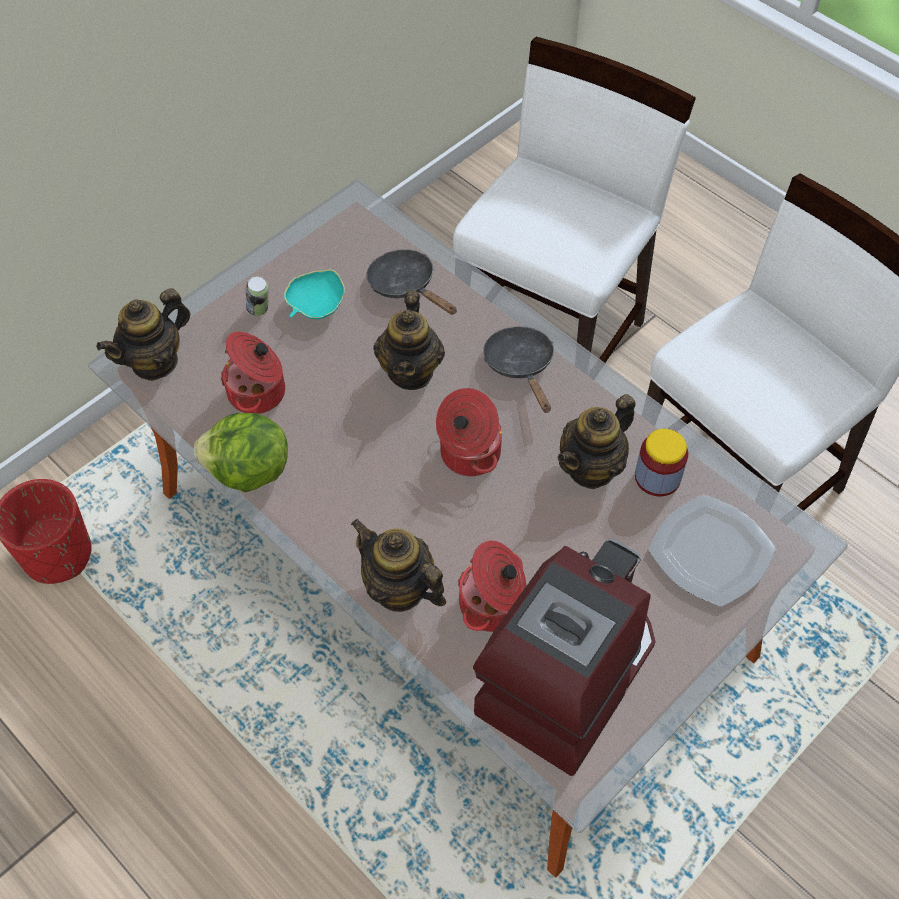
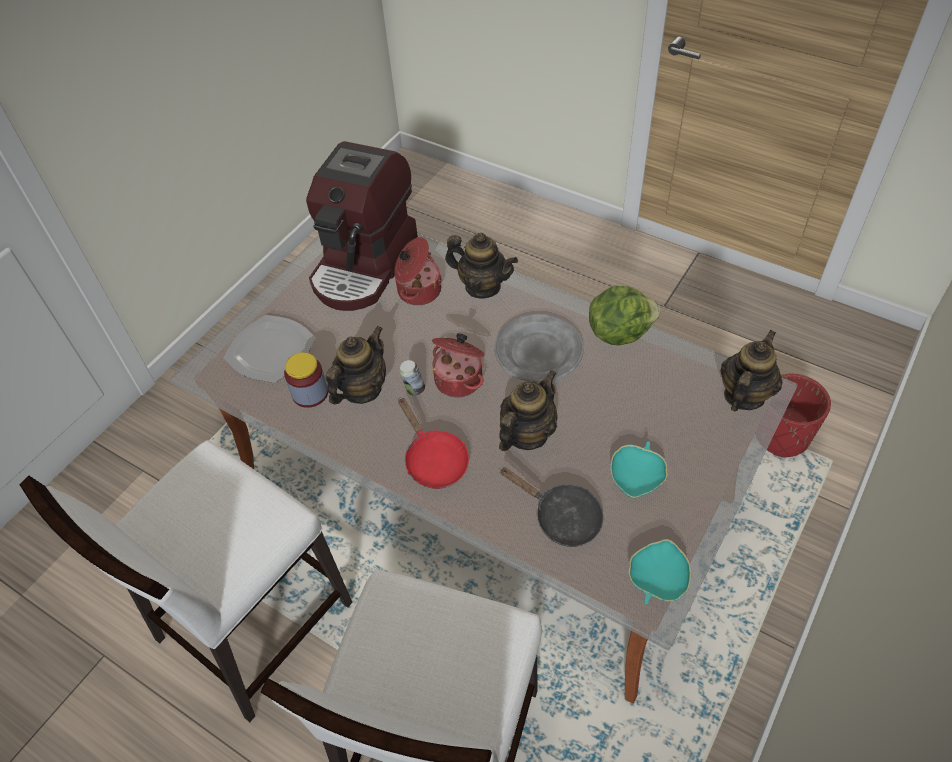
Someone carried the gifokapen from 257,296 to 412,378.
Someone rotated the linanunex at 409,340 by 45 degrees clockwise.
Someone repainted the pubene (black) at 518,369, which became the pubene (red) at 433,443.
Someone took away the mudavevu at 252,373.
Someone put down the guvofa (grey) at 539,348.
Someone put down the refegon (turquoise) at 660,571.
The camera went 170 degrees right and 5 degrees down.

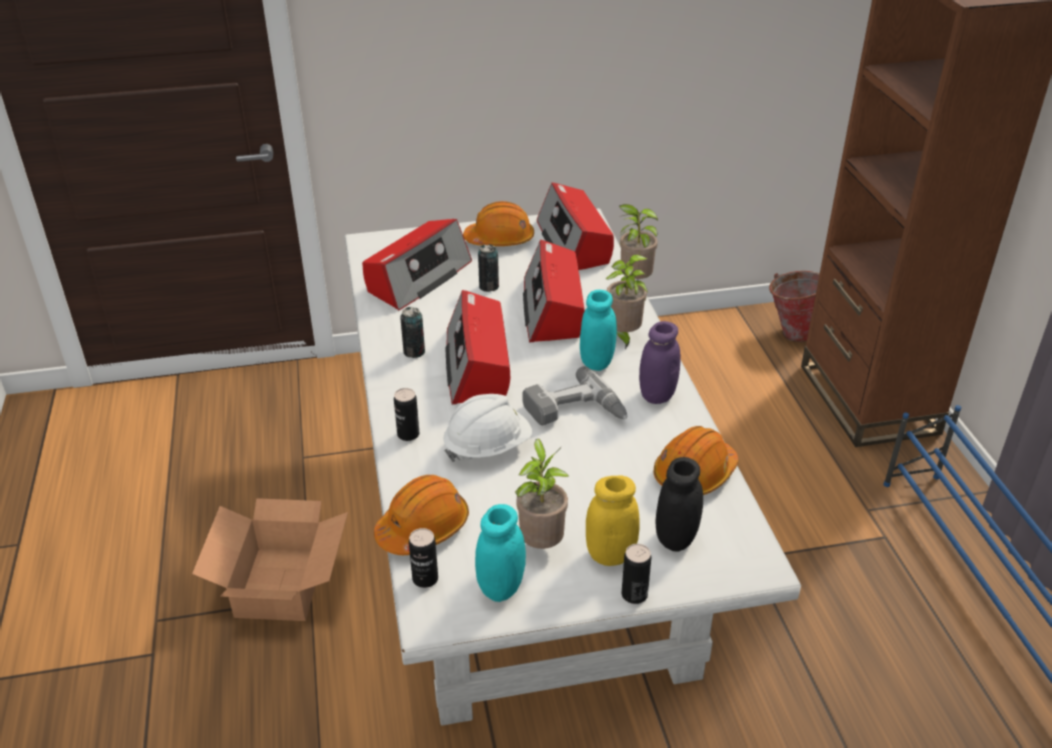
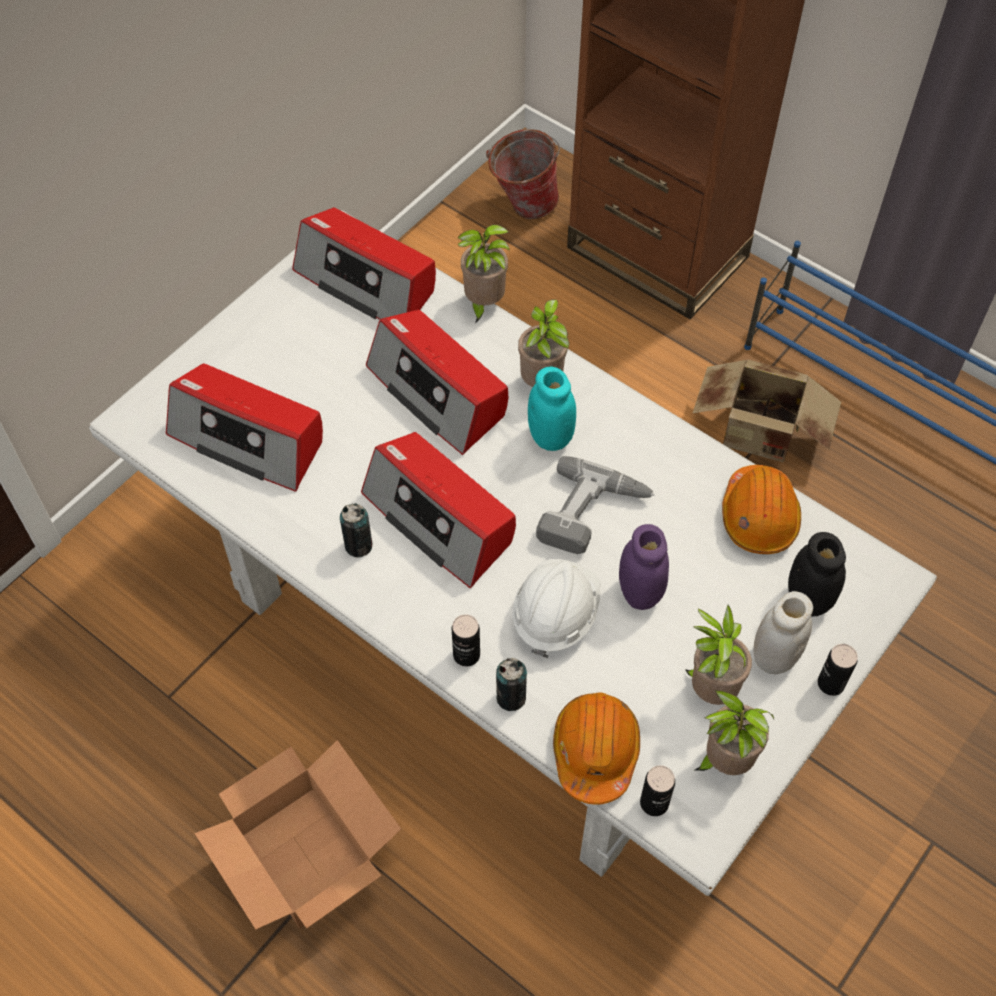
Someone took away the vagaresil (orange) at 498,223.
Someone rotated the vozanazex at 417,264 by 120 degrees clockwise.
Someone carried the gifokapen from 488,268 to 511,684.
Someone carried the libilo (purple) from 660,362 to 644,567.
Someone repainted the libilo (yellow) at 612,520, which became the libilo (white) at 783,632.
Someone swapped the libilo (turquoise) at 500,553 for the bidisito at 734,732.
Someone put down the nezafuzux at 767,410.
The camera went 40 degrees left and 20 degrees up.

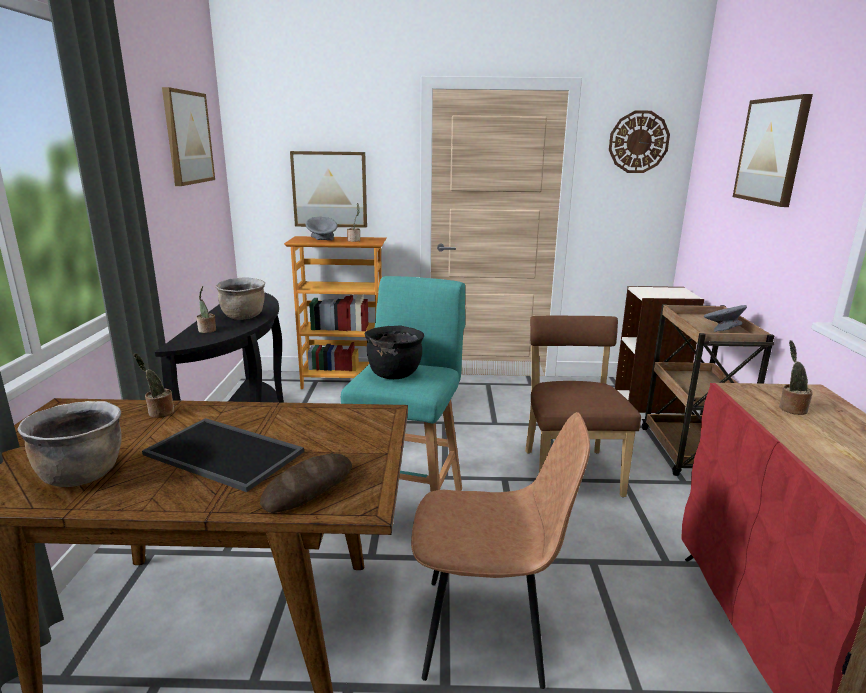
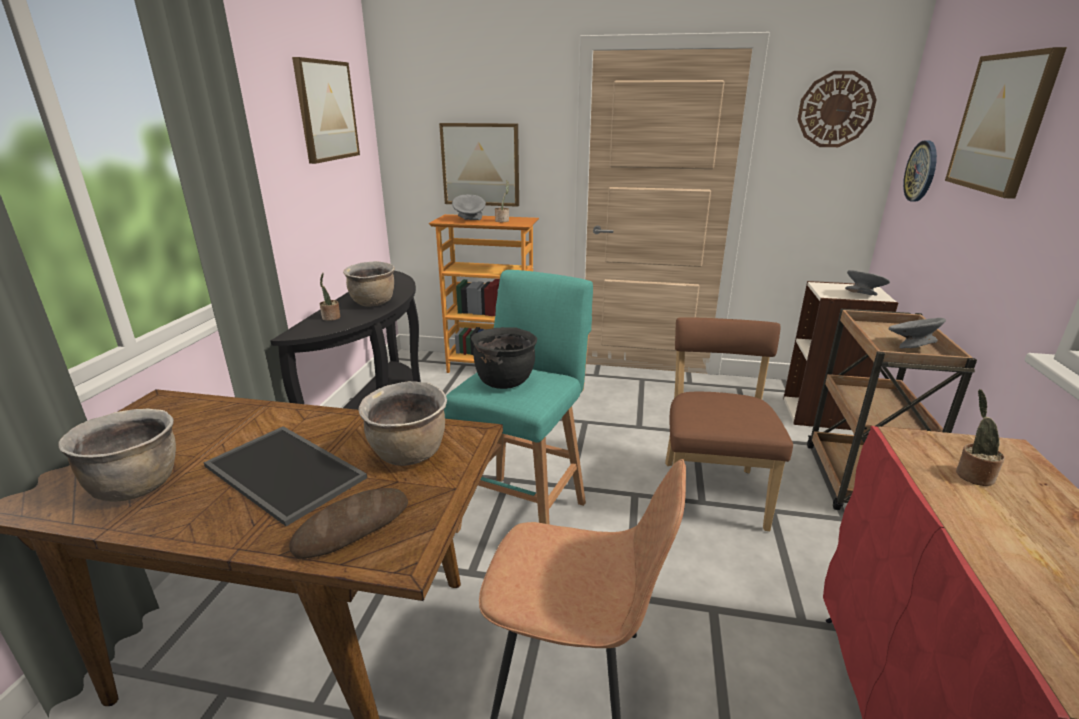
Someone took away the bidisito at 154,385.
Someone put up the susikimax at 920,171.
Someone put down the refegon (grey) at 867,283.
Someone put down the mudavevu (brown) at 403,423.
The camera went 10 degrees right and 5 degrees up.

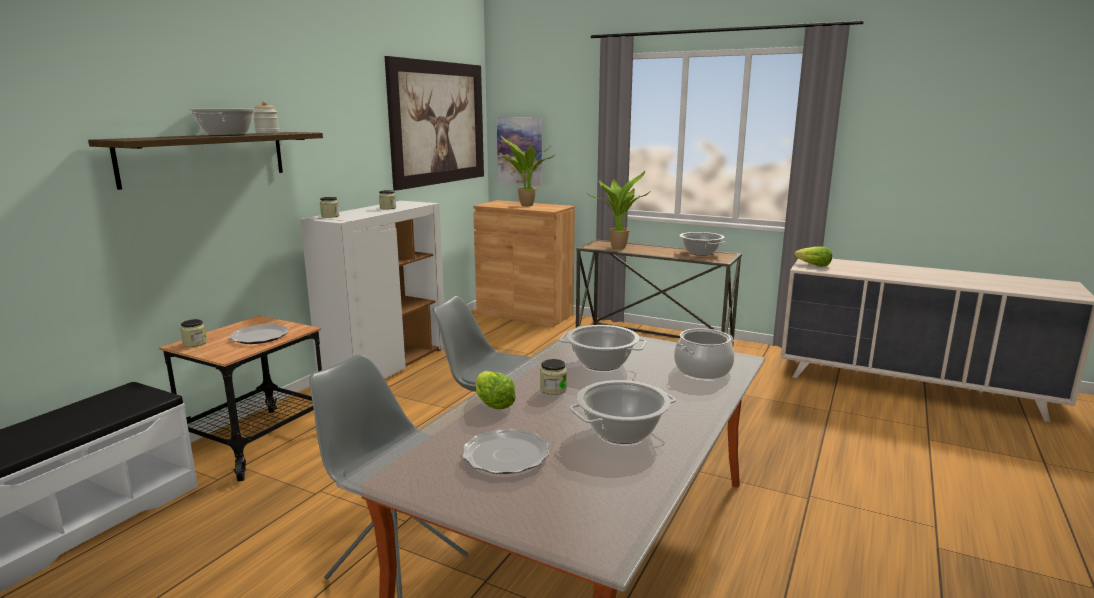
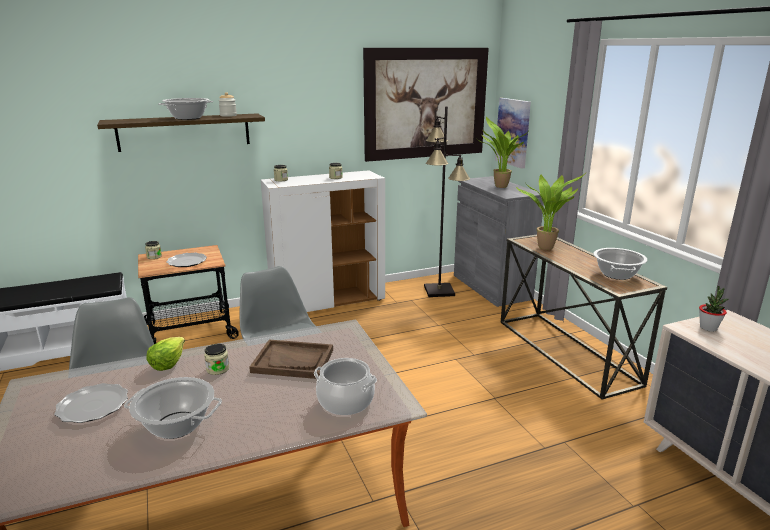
Someone repainted the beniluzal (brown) at 524,263, which became the beniluzal (grey) at 499,241.
Someone swapped the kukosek at 813,257 for the bidisito at 713,309.
Someone swapped the mudavevu at 603,348 for the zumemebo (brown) at 291,359.
Someone put down the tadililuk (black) at 447,201.
The camera went 40 degrees right and 5 degrees up.

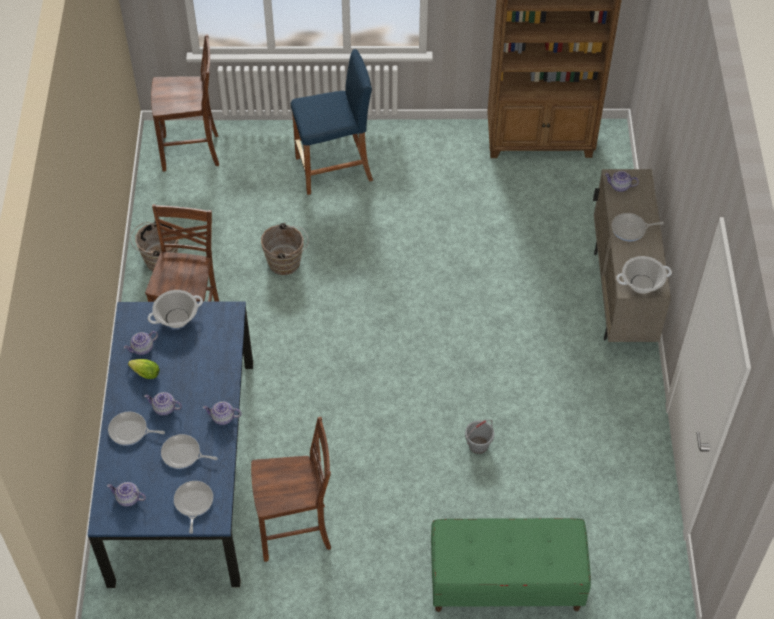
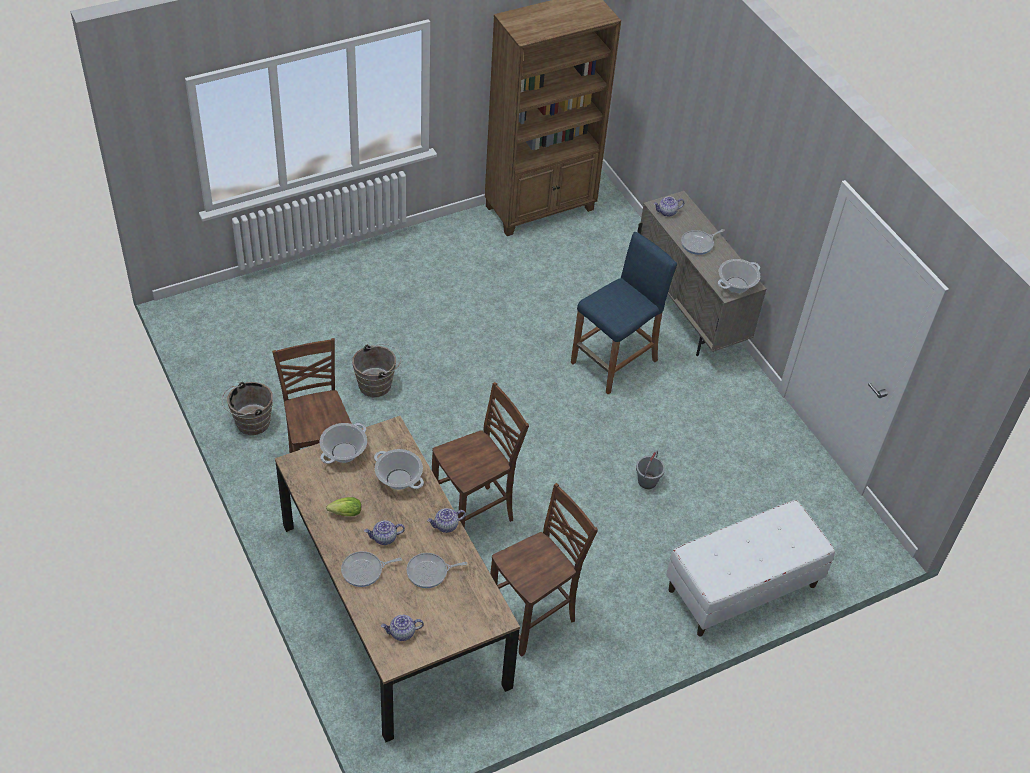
Someone carried the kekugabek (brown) from 185,103 to 480,455.
Someone carried the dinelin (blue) from 332,122 to 624,313.
Someone repainted the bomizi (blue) at 170,444, which became the bomizi (brown) at 397,579.
Someone took away the linanunex at 141,343.
Someone took away the pubene at 193,507.
Someone repainted the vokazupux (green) at 511,565, which became the vokazupux (white) at 750,568.
Someone put down the mudavevu at 399,469.
The camera went 30 degrees left and 5 degrees down.

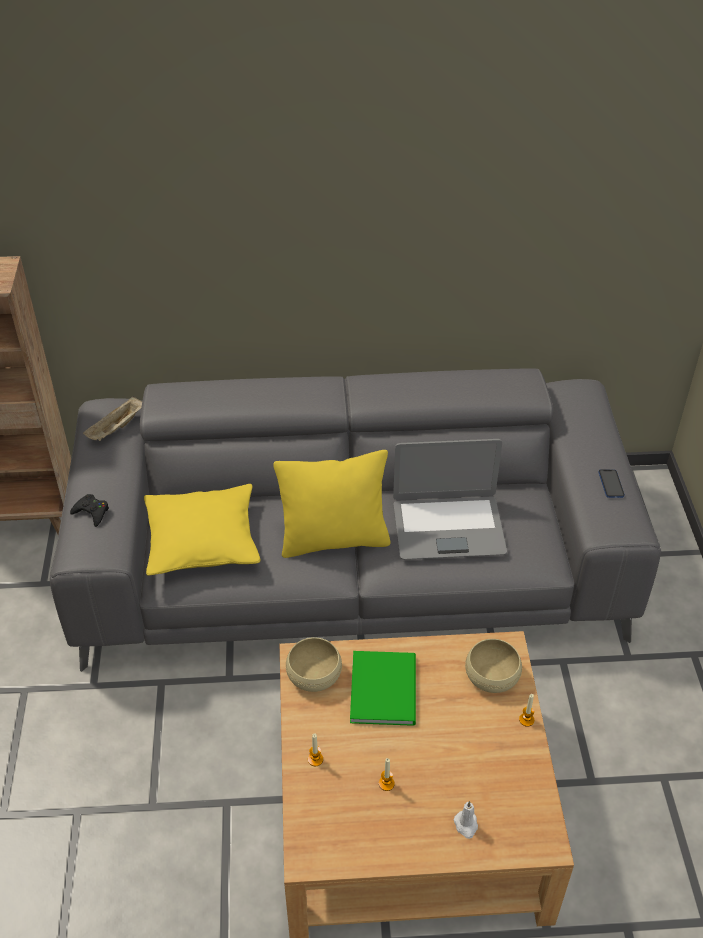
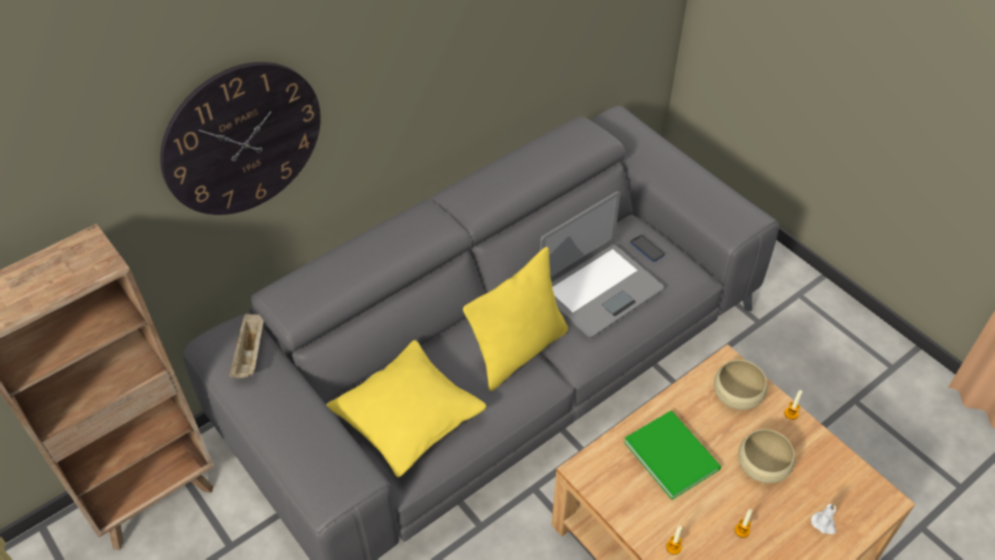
Someone carried the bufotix from 611,483 to 647,248.
Someone took away the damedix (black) at 89,510.
Someone carried the refegon (beige) from 314,664 to 766,456.
Someone put up the susikimax at 240,138.
The camera went 35 degrees left and 5 degrees up.

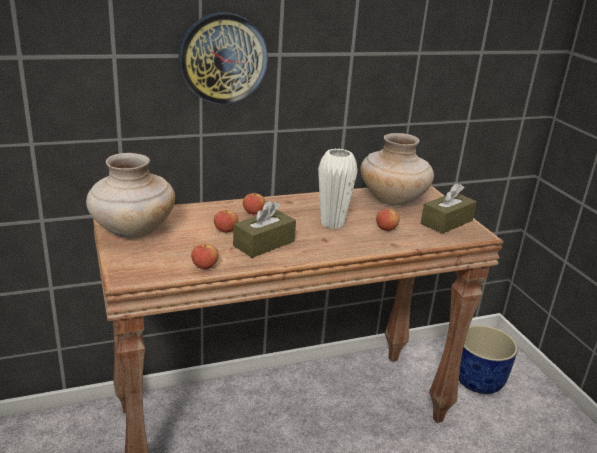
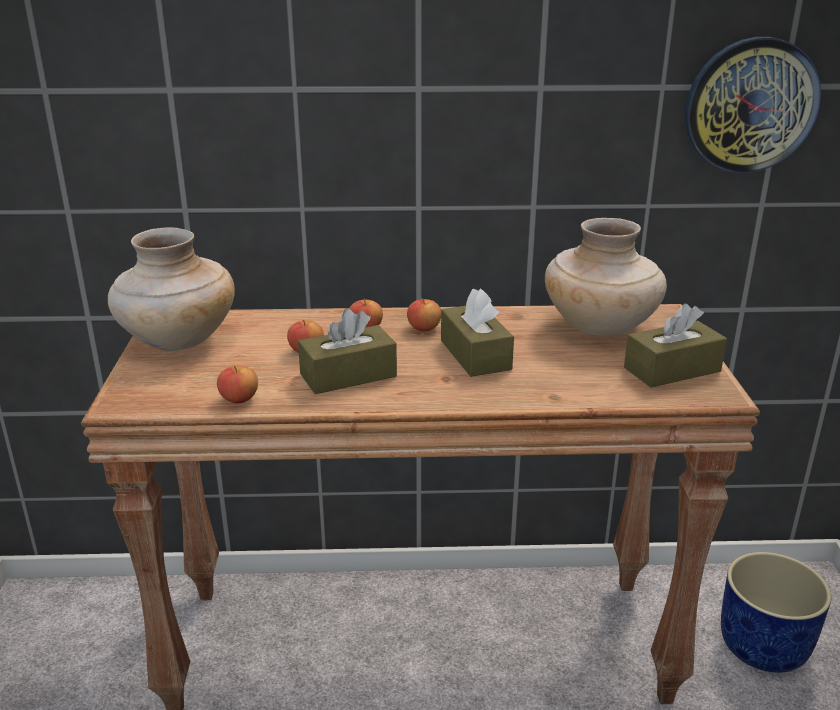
Someone carried the susikimax from 223,58 to 753,105.
Someone swapped the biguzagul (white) at 338,188 for the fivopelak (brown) at 477,332.
Someone carried the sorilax from 388,220 to 424,314.
The camera went 20 degrees right and 0 degrees up.

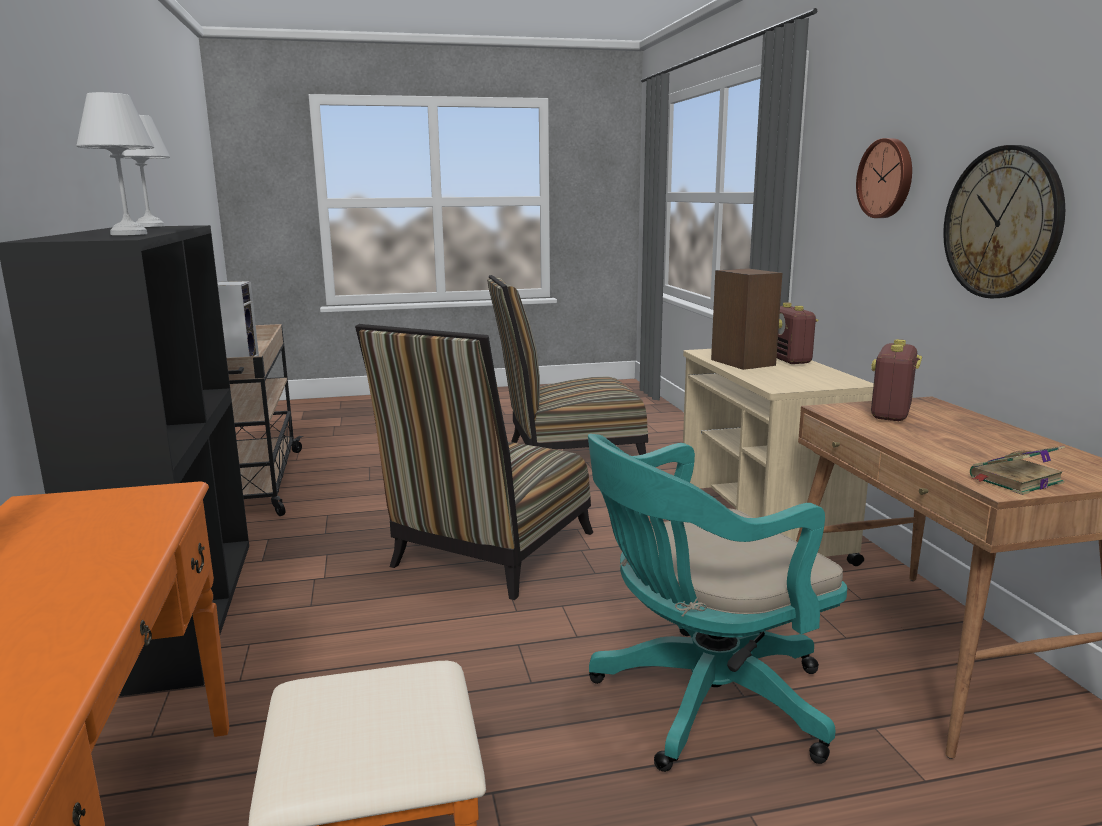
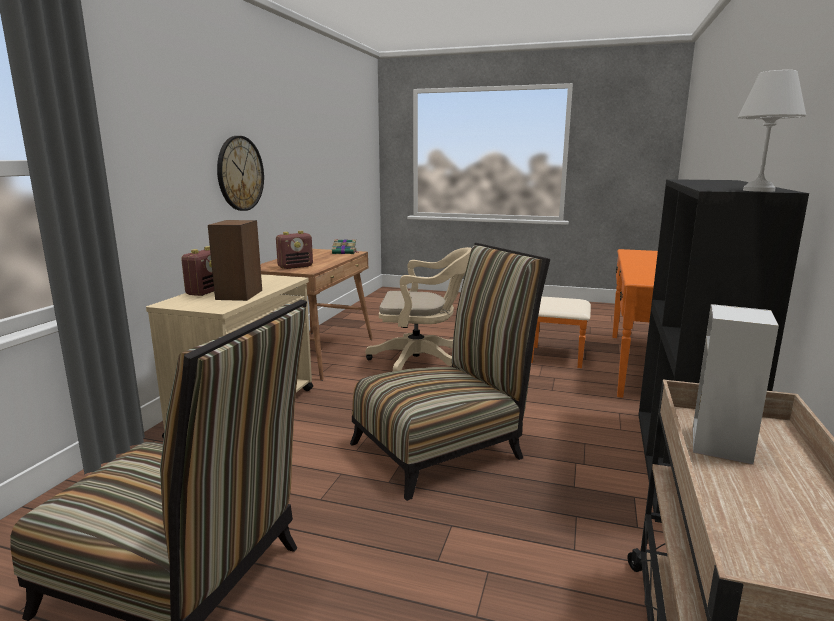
Someone took away the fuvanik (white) at 115,163.
Someone took away the susikimax at 884,178.
Someone repainted the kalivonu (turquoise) at 717,603, which became the kalivonu (beige) at 418,309.
The camera went 150 degrees left and 0 degrees up.

